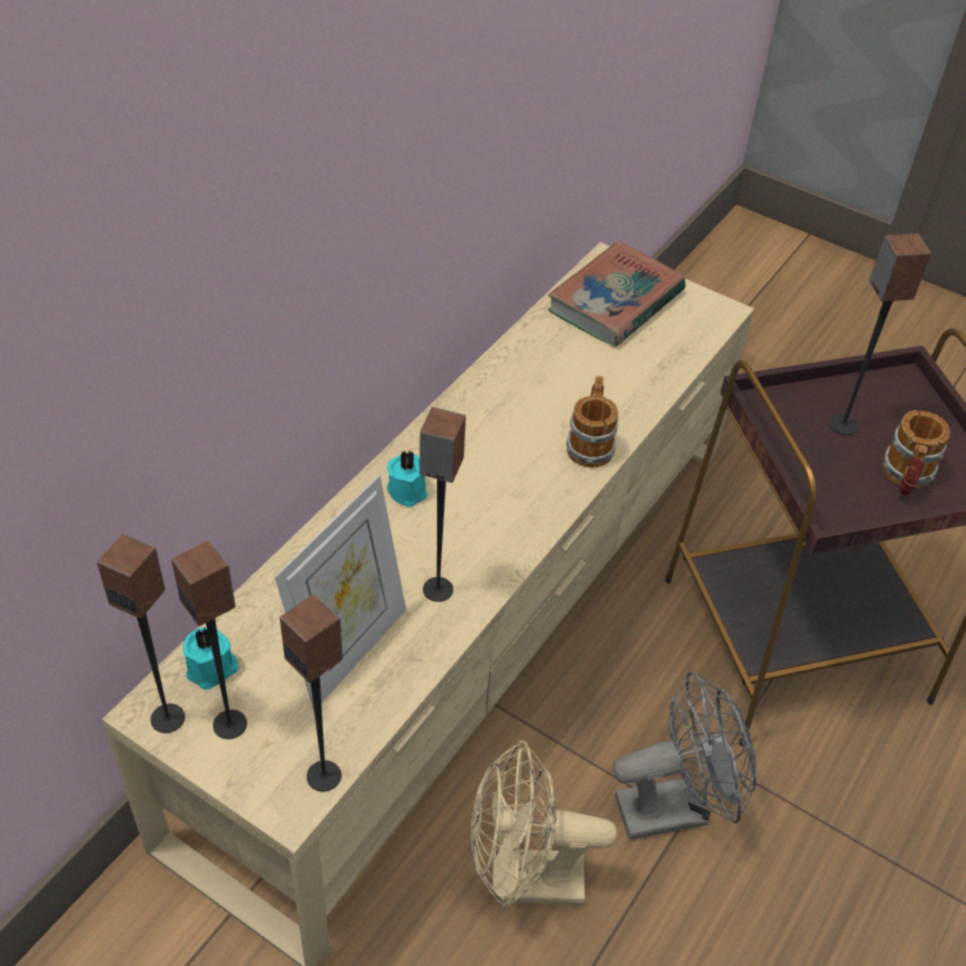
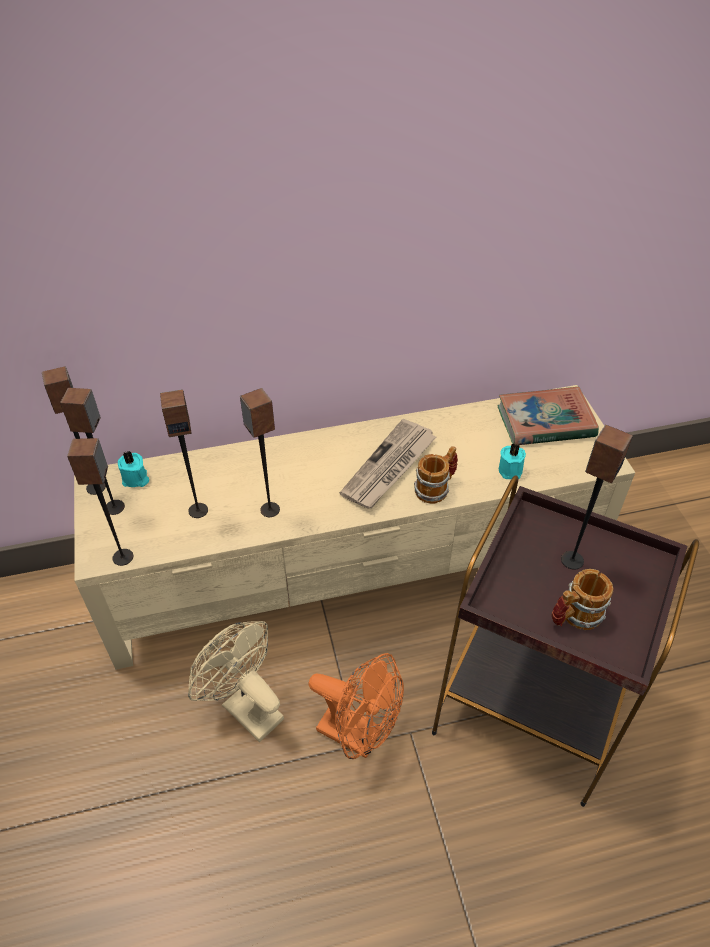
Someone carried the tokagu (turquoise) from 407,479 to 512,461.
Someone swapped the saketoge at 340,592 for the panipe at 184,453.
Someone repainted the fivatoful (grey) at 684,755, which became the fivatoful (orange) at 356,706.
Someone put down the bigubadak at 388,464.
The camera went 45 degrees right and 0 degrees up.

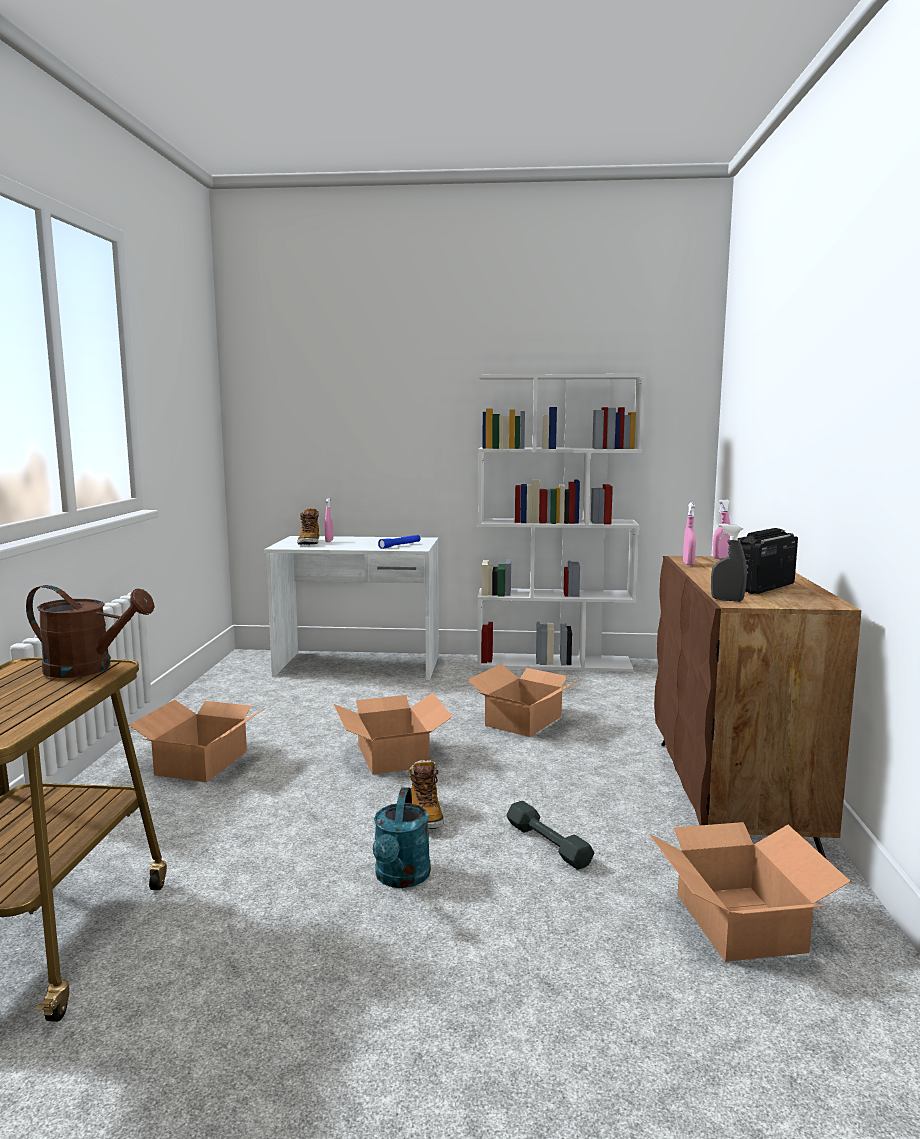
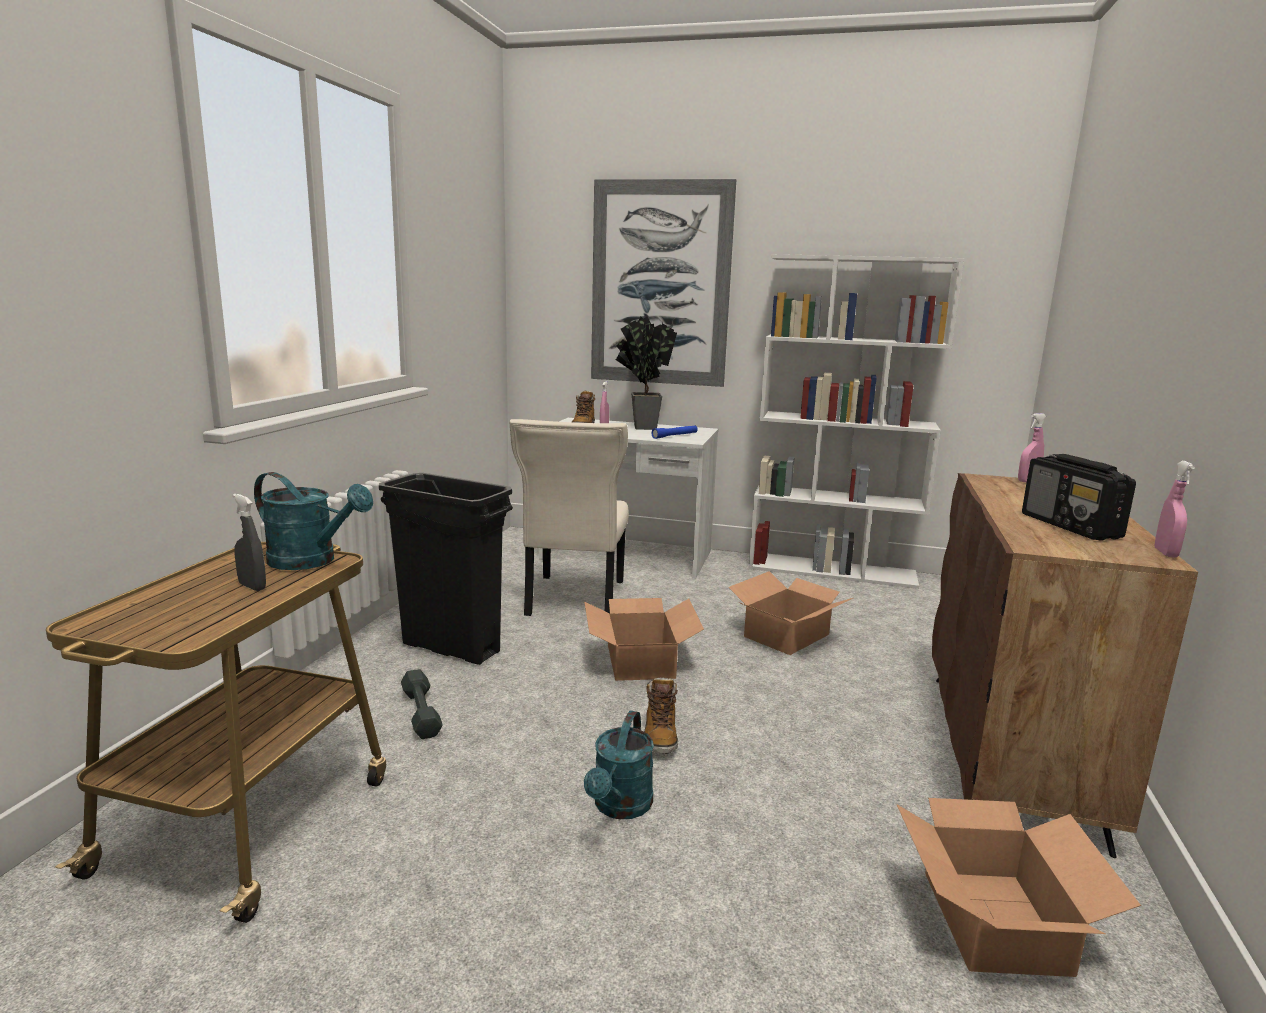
Someone carried the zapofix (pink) from 689,533 to 1174,509.
Someone carried the zapofix (grey) from 729,563 to 249,542.
Someone rotated the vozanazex at 768,561 by 75 degrees counterclockwise.
Someone repainted the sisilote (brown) at 90,631, which became the sisilote (turquoise) at 313,521.
Someone swapped the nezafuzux at 196,741 for the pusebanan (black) at 446,569.
Someone carried the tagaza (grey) from 550,835 to 422,704.
Someone put up the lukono at 663,283.
Someone put down the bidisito at 646,373.
Someone put down the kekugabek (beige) at 569,517.
The camera went 10 degrees right and 5 degrees up.

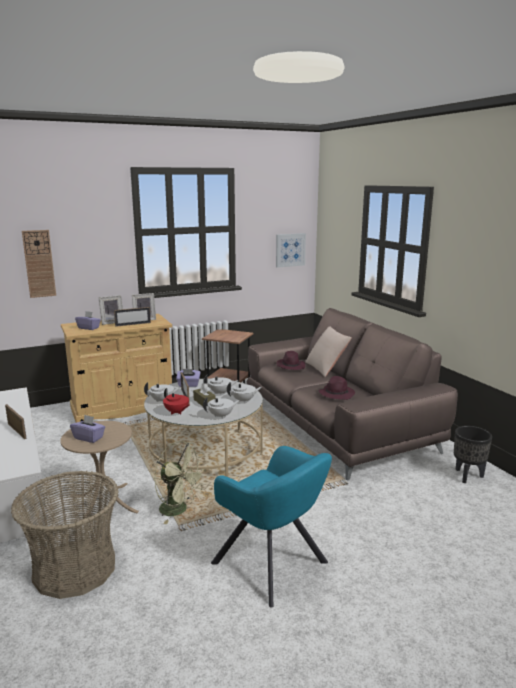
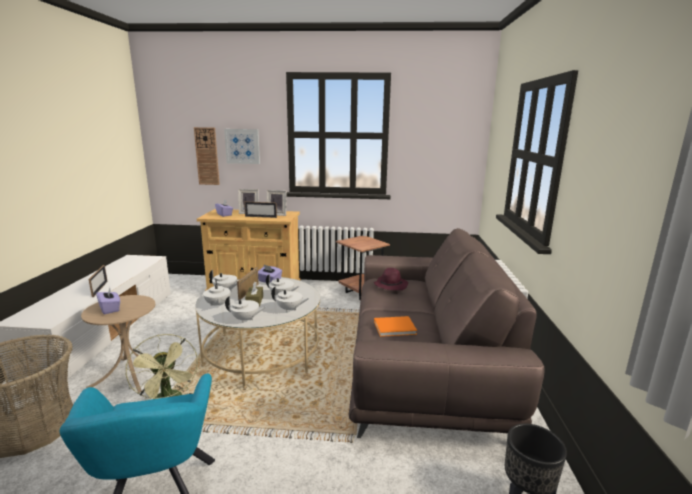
Someone carried the lukono from 291,250 to 242,146.
Someone took away the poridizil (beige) at 328,351.
Someone swapped the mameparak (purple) at 337,388 for the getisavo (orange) at 395,326.
Someone repainted the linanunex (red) at 176,401, which became the linanunex (white) at 216,293.
The camera went 30 degrees right and 0 degrees up.

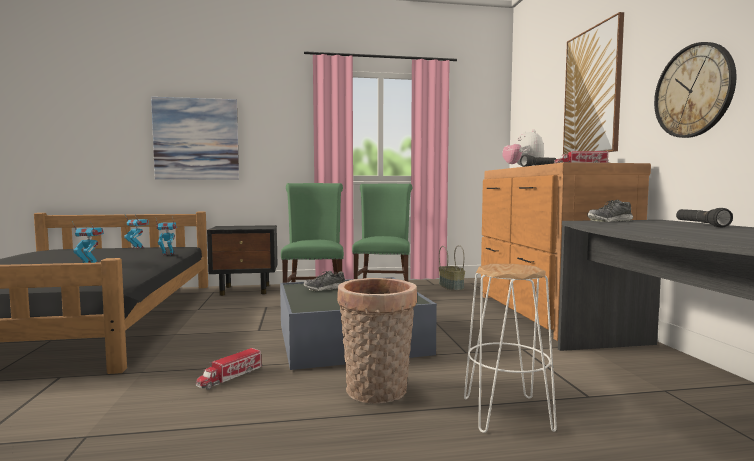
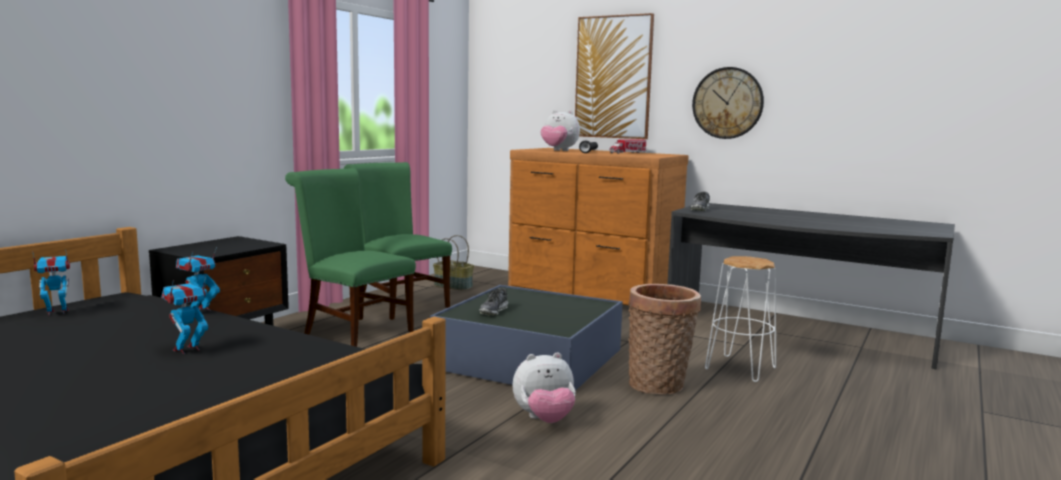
Someone took away the lukono at 195,138.
Someone took away the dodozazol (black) at 704,218.
Someone swapped the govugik at 229,369 for the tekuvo at 544,387.
The camera went 50 degrees left and 5 degrees up.

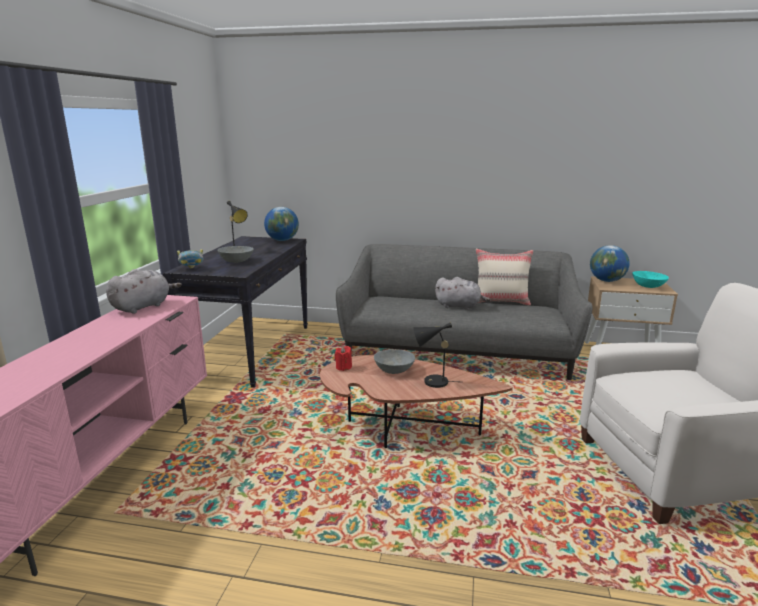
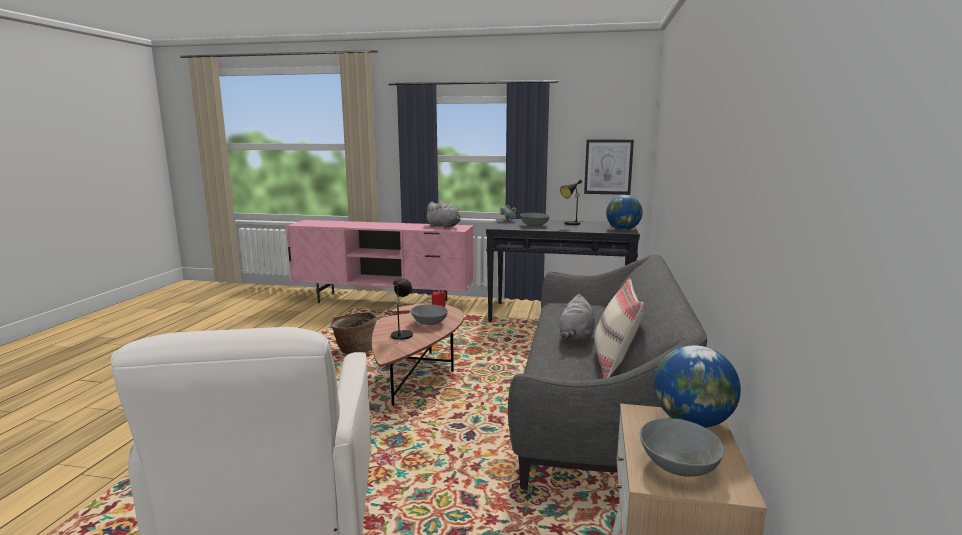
Someone repainted the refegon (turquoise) at 650,279, which became the refegon (grey) at 682,447.
Someone put up the lukono at 609,167.
Someone put down the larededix at 353,333.
The camera went 90 degrees right and 5 degrees down.

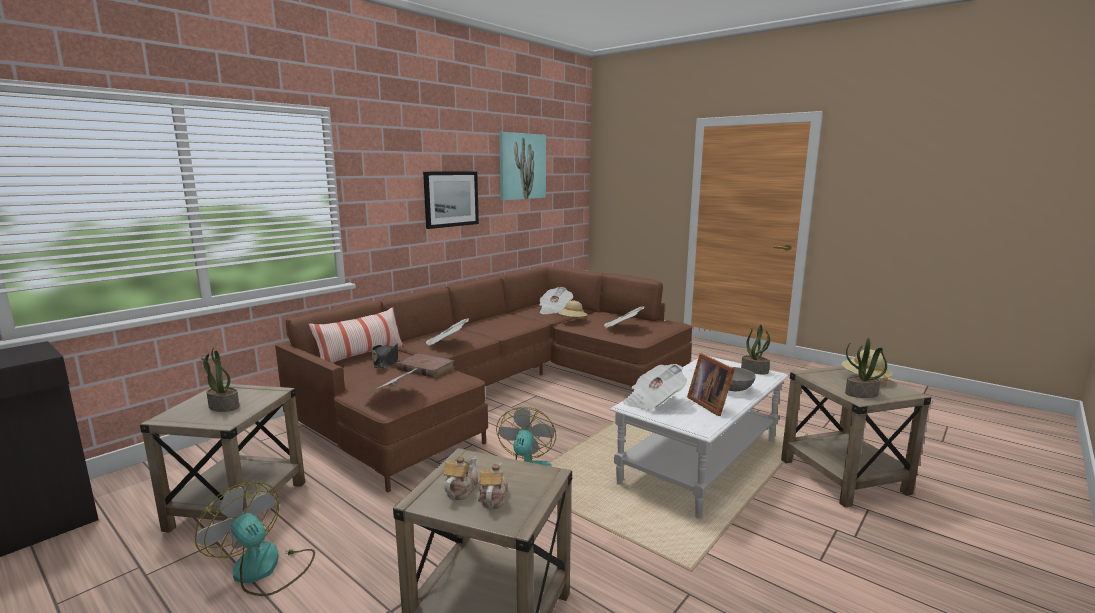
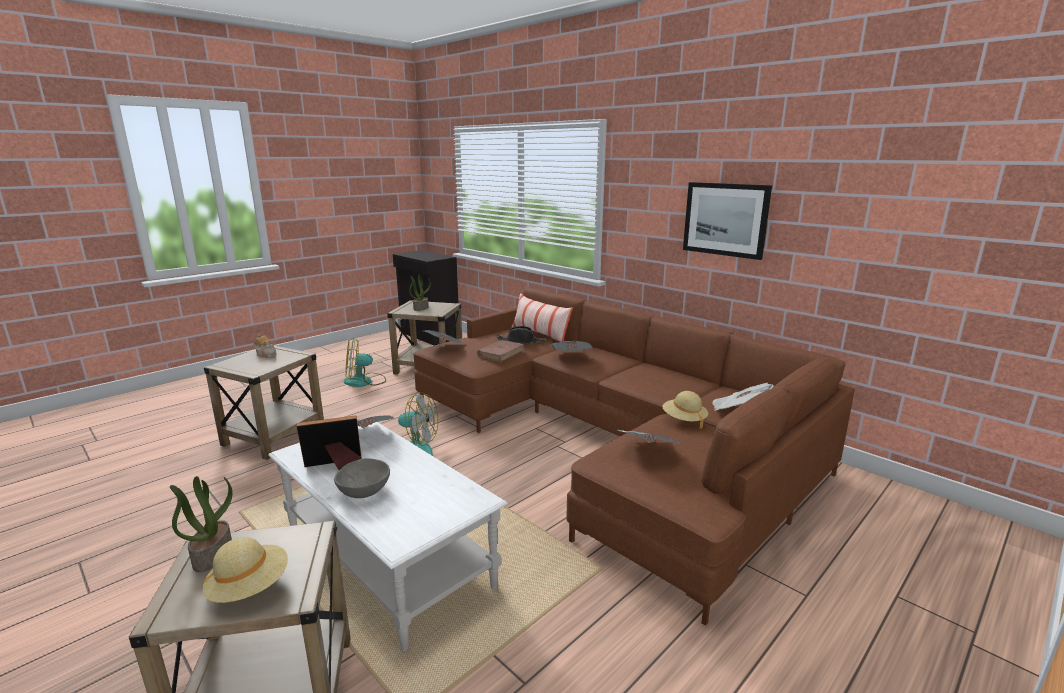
Someone took away the lukono at 522,166.
Someone took away the bidisito at 755,349.
Someone took away the linanunex at 493,485.
Someone rotated the fivatoful at 255,539 by 150 degrees counterclockwise.
The camera went 95 degrees right and 5 degrees up.

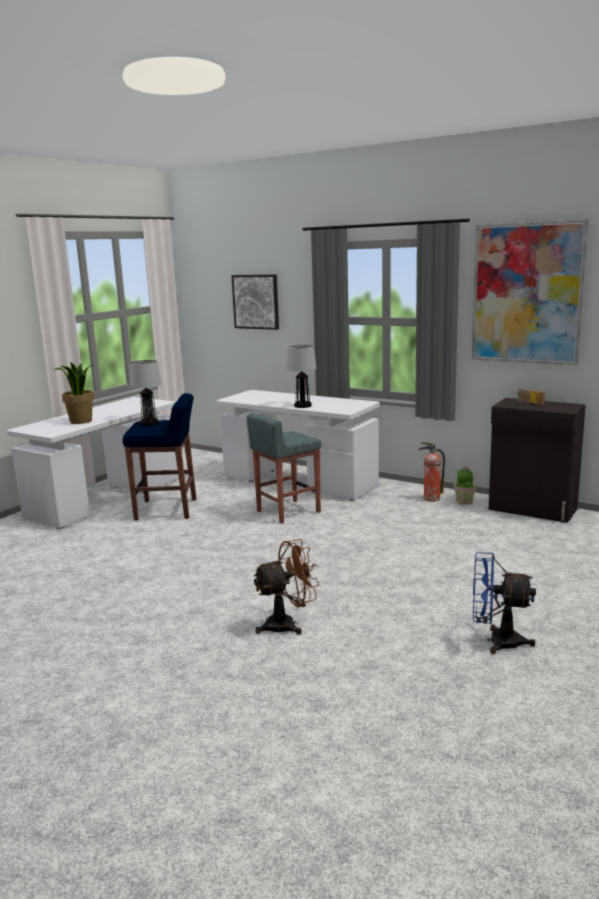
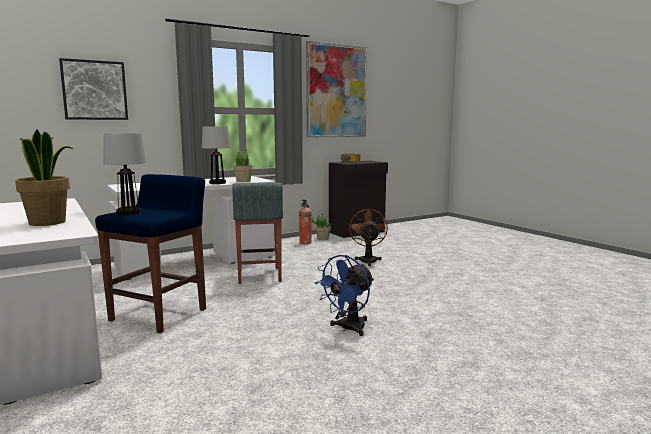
Someone carried the fivatoful (brown) from 286,587 to 368,237.
Someone carried the fivatoful (blue) from 504,603 to 344,295.
Someone put down the bidisito at 243,165.
The camera went 65 degrees left and 5 degrees down.

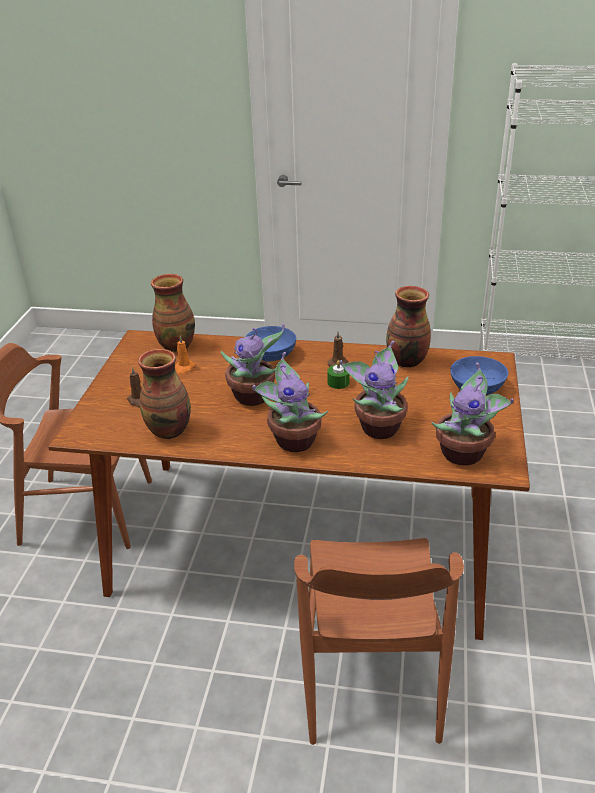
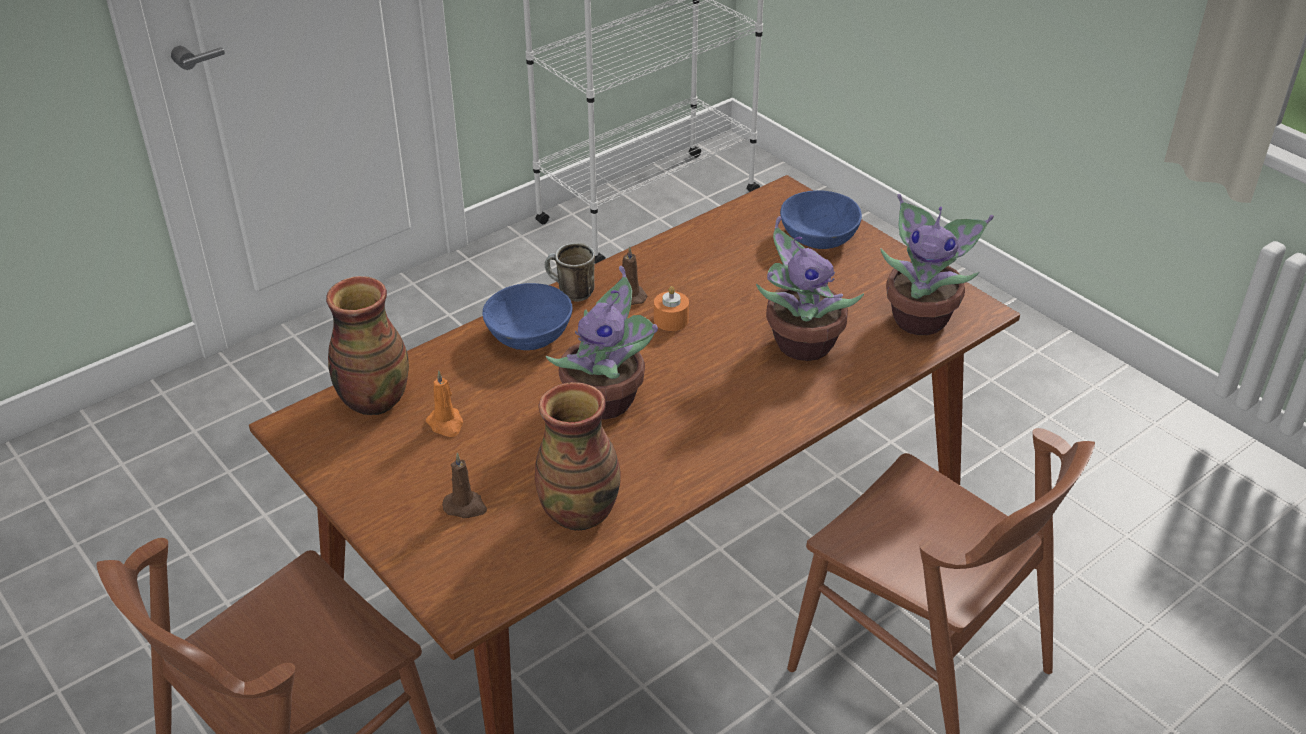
Someone took away the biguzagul at 408,326.
Someone took away the bidisito at 290,402.
Someone repainted the tokagu (green) at 338,374, which became the tokagu (orange) at 671,308.
Someone put down the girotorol at 570,272.
The camera went 50 degrees left and 5 degrees up.

